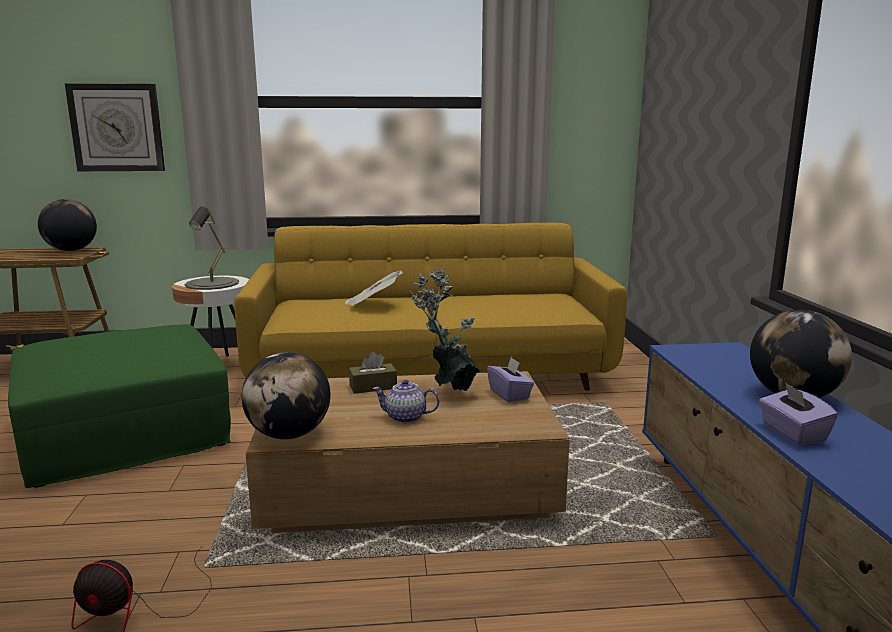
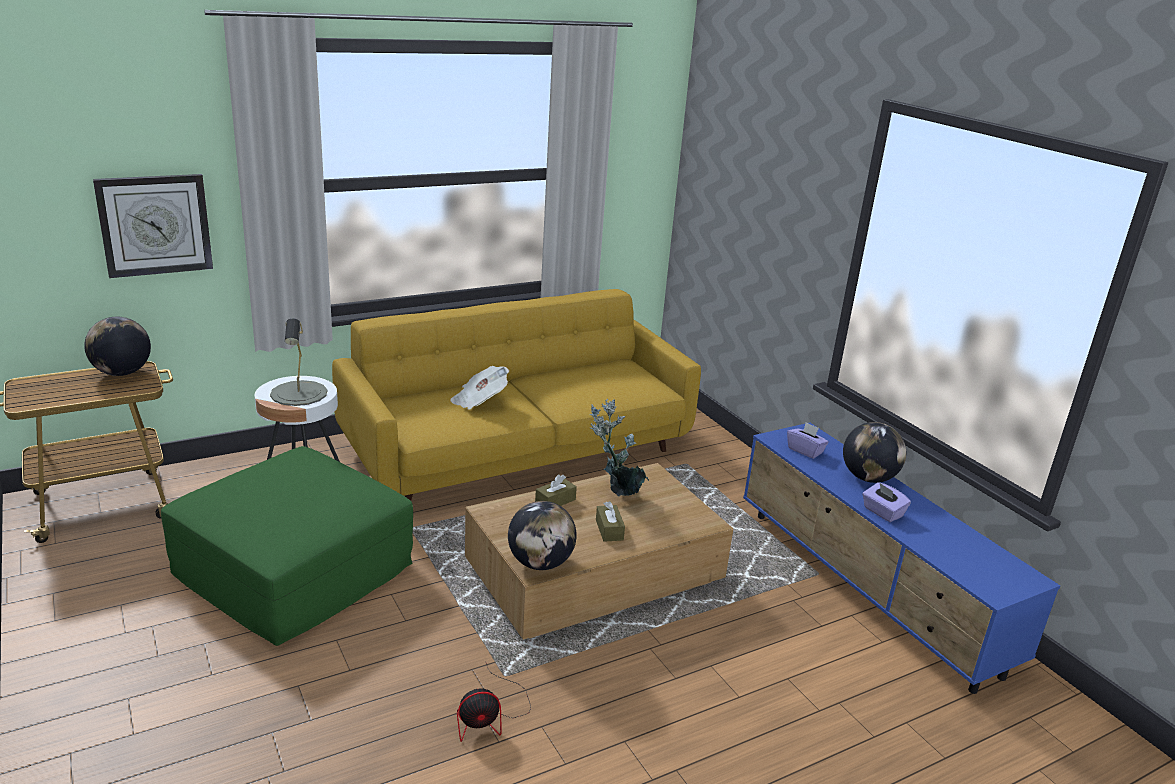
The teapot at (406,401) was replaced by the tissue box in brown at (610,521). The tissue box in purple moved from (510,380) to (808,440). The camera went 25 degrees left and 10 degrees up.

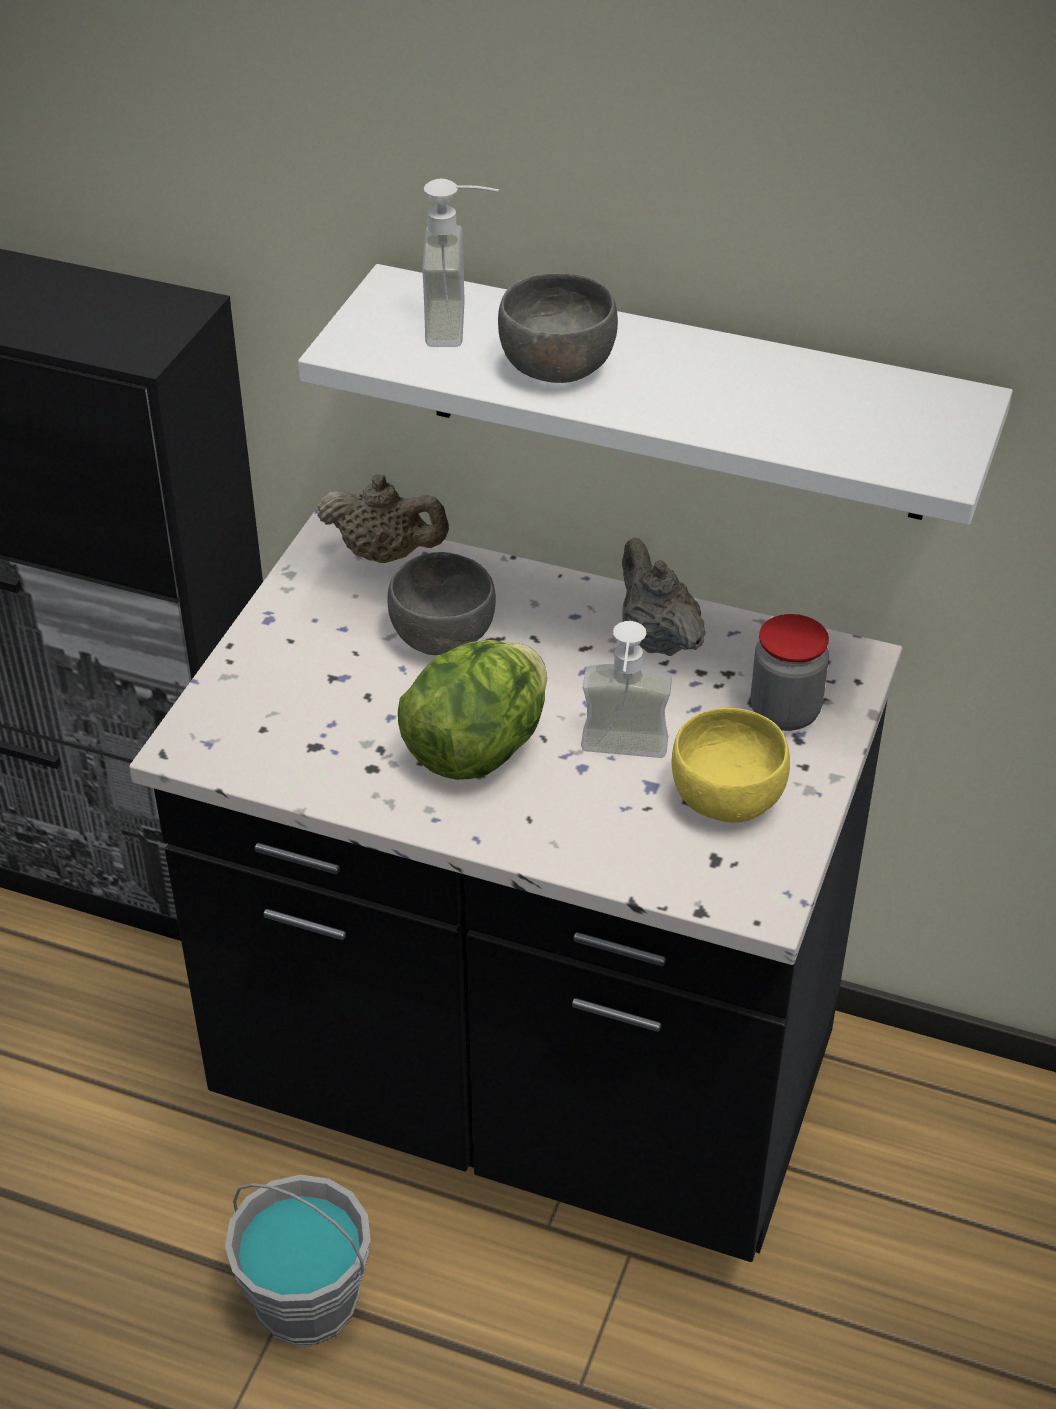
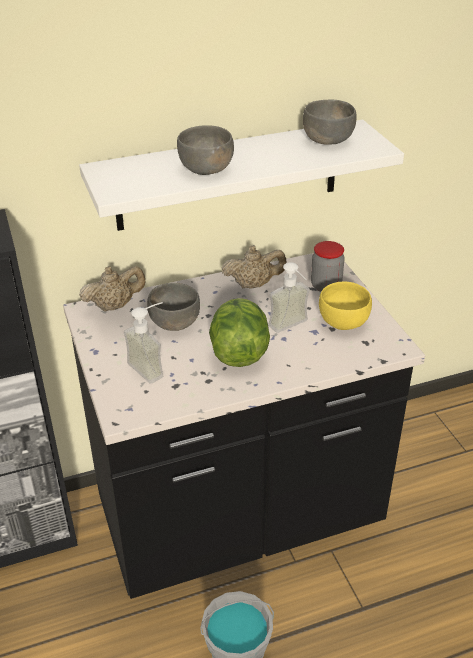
The soap dispenser moved from (460,262) to (143,343). The teapot in beige at (664,596) turned 150 degrees clockwise. The bowl in grey at (330,122) appeared. The camera went 40 degrees left and 5 degrees down.

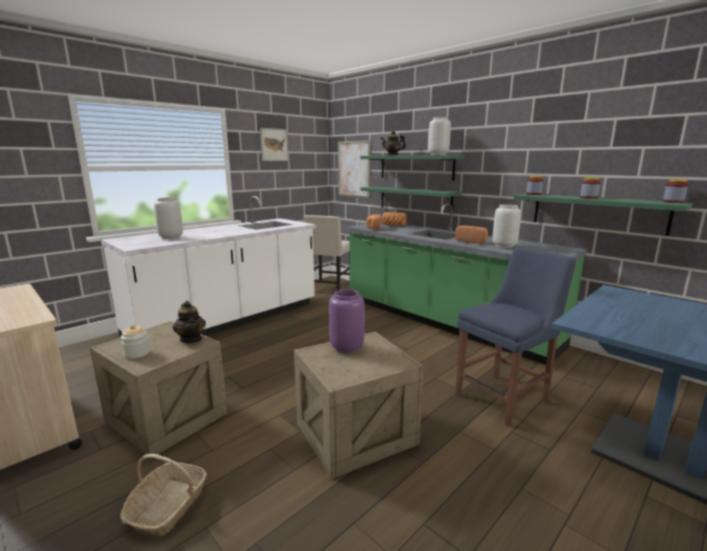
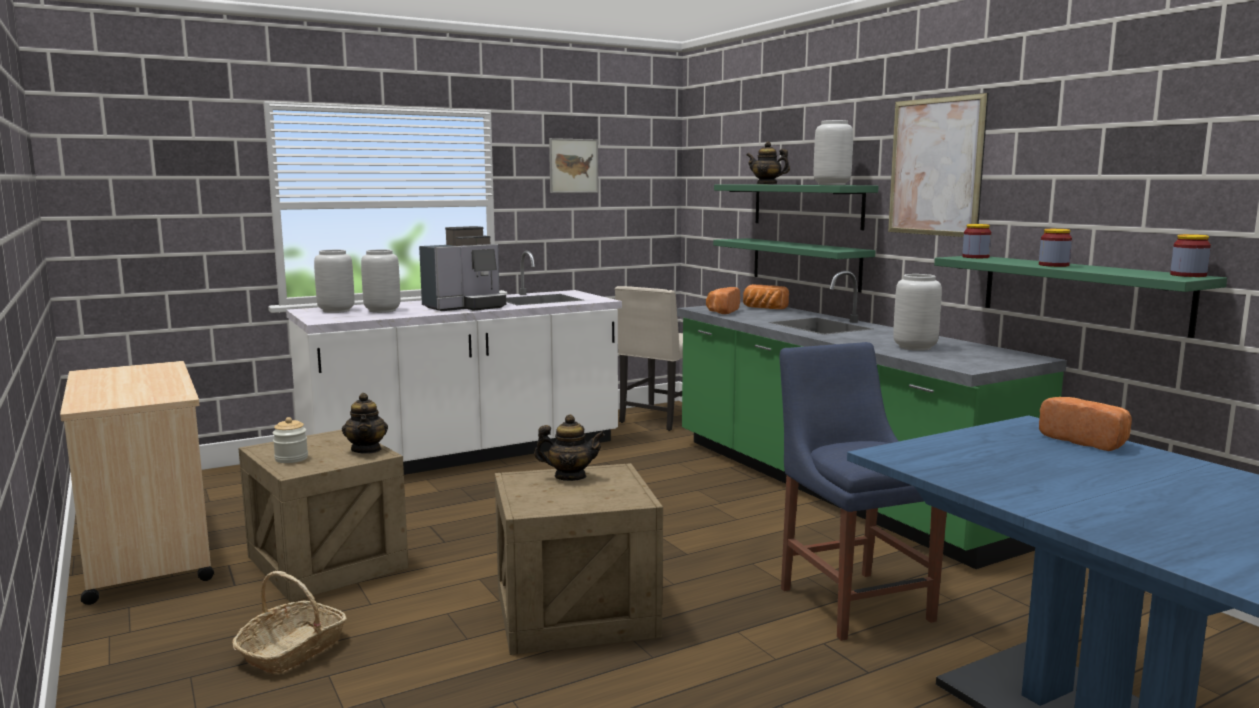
The vase in grey at (334,281) appeared. The coffee machine at (462,268) appeared. The vase in purple at (347,321) was replaced by the teapot at (569,447). The chair in blue at (516,336) turned 90 degrees counterclockwise. The picture moved from (355,169) to (938,165). The bread moved from (471,234) to (1085,424). The camera went 15 degrees right and 5 degrees down.

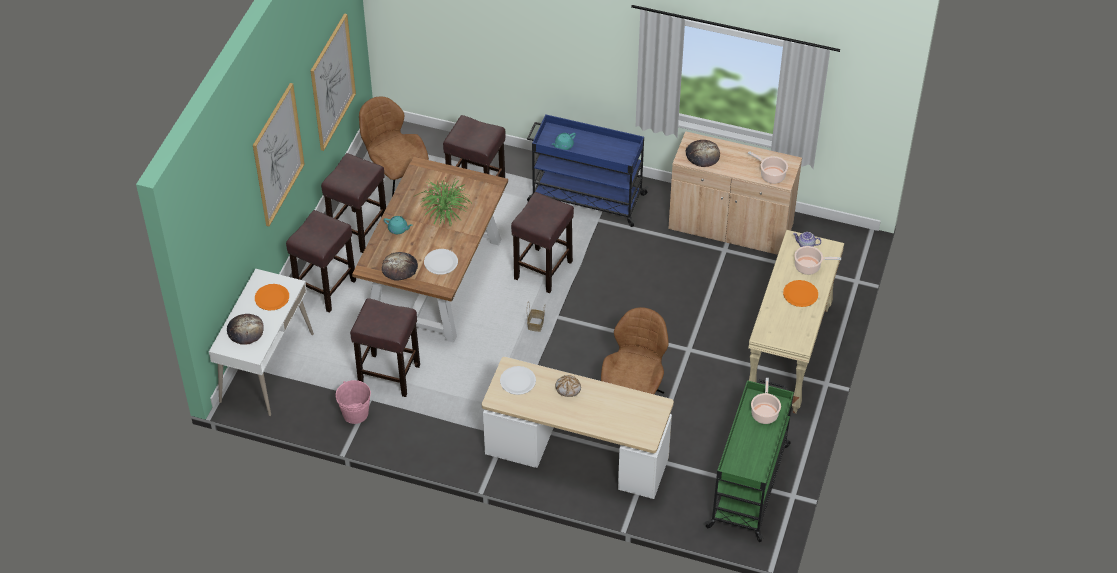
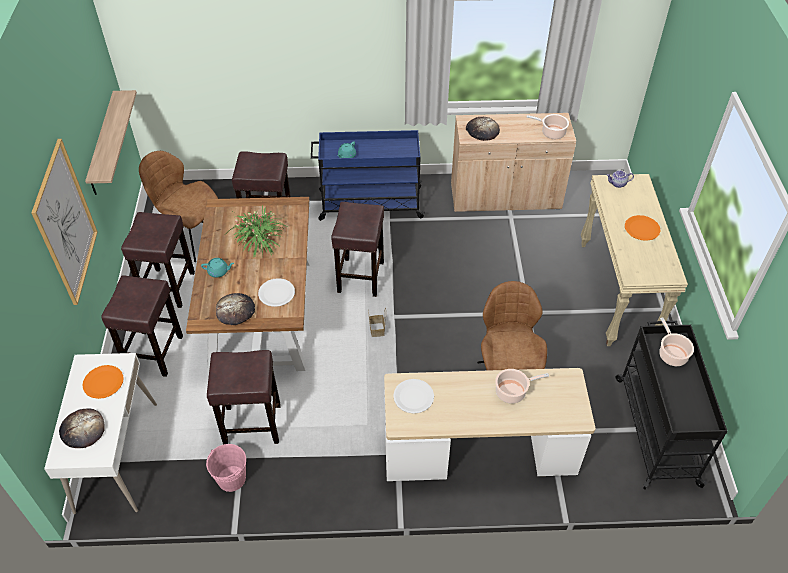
The picture at (333,82) was replaced by the shelf at (111,142). The cooking pot moved from (817,260) to (522,386). The cart in green at (749,460) became the cart in black at (671,405). The bread at (568,386) disappeared. The camera went 20 degrees left and 0 degrees up.

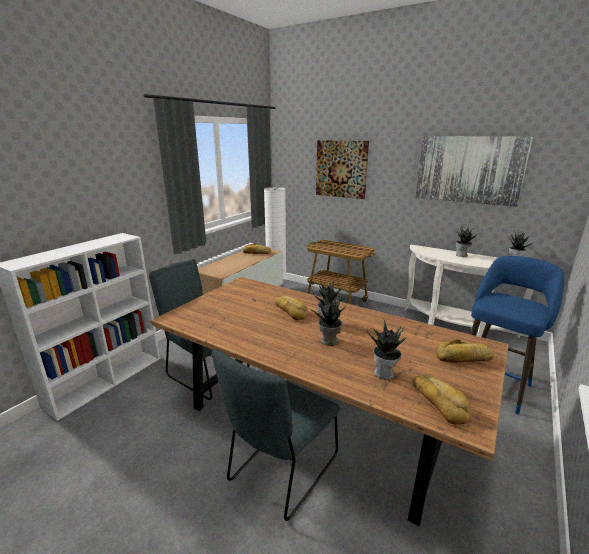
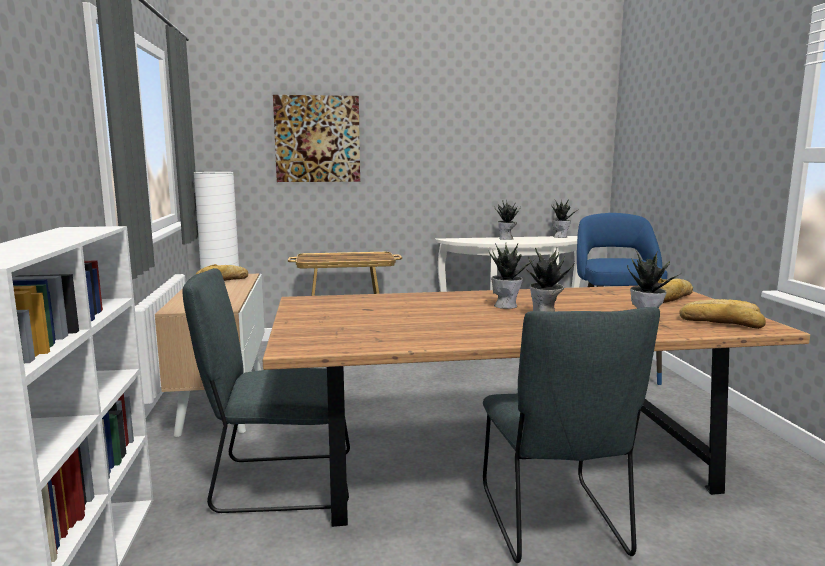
The bread at (291,308) disappeared. The picture at (474,171) disappeared. The camera went 40 degrees left and 10 degrees down.

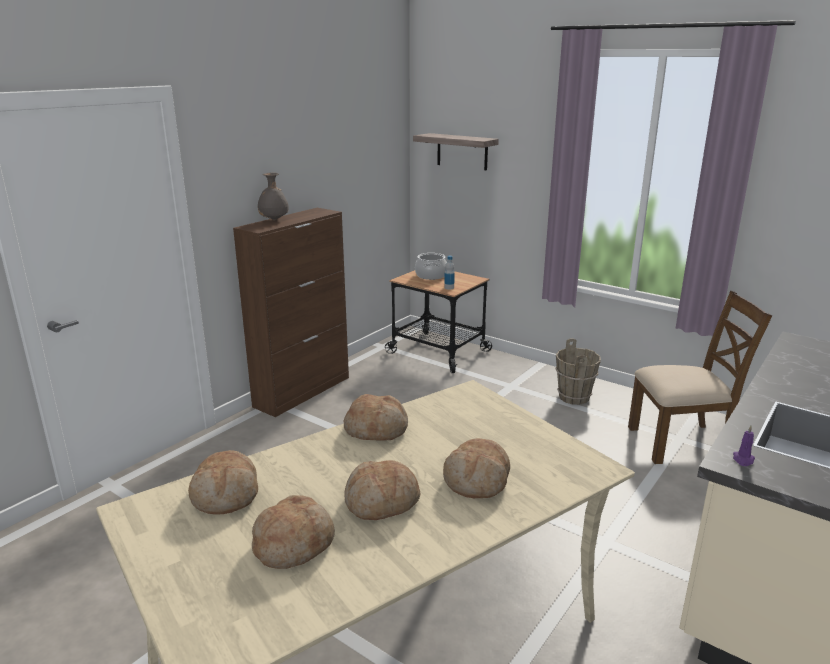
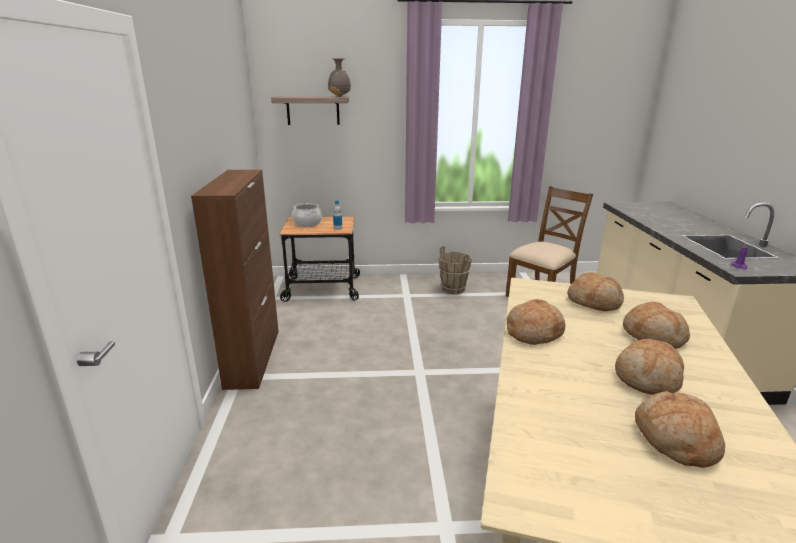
The vase in grey moved from (273,196) to (339,77). The bread moved from (223,482) to (595,291). The camera went 40 degrees left and 0 degrees up.

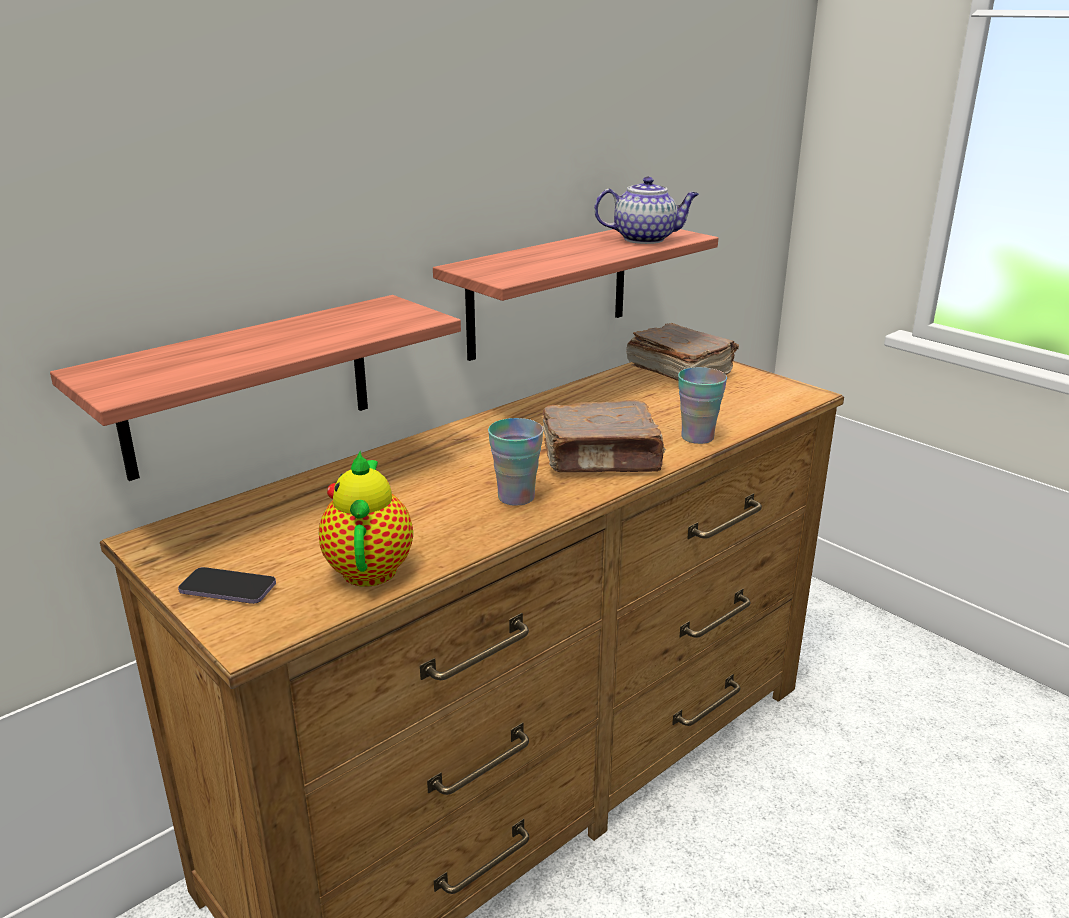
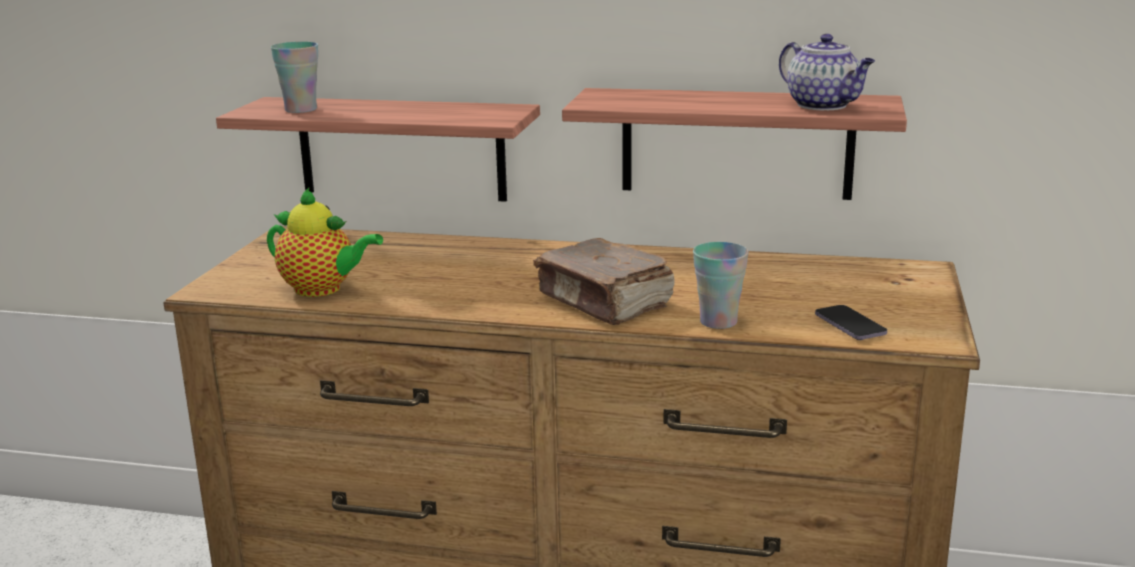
The teapot at (366,519) turned 60 degrees clockwise. The cup moved from (515,462) to (294,77). The phone moved from (227,585) to (851,322). The book in brown at (682,352) disappeared. The camera went 55 degrees right and 5 degrees down.

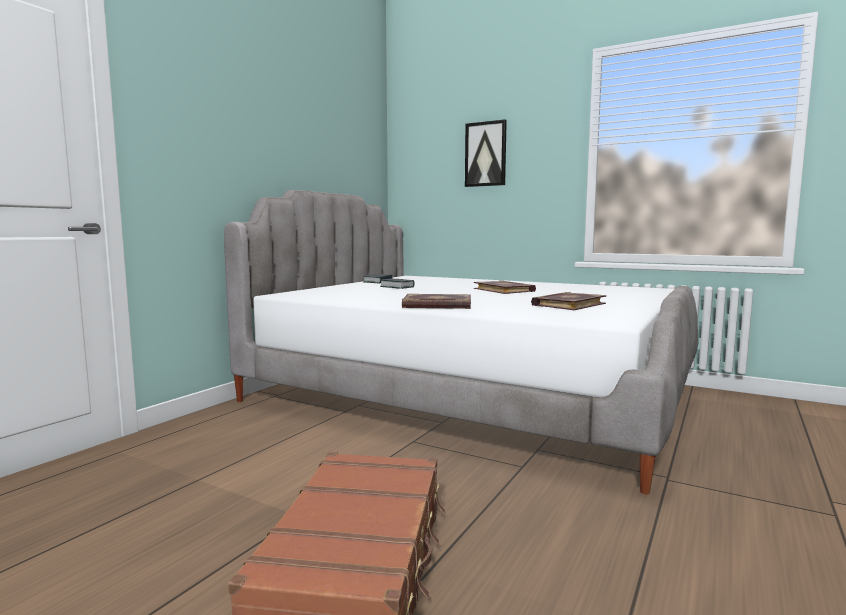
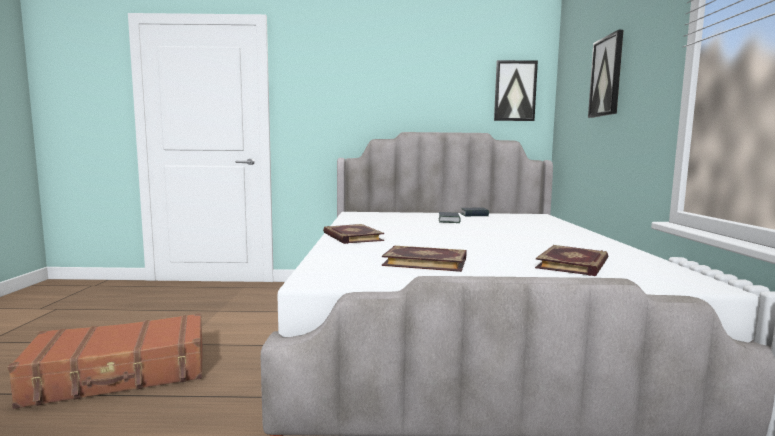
The picture at (516,90) appeared. The book moved from (505,287) to (571,260). The camera went 60 degrees right and 0 degrees up.

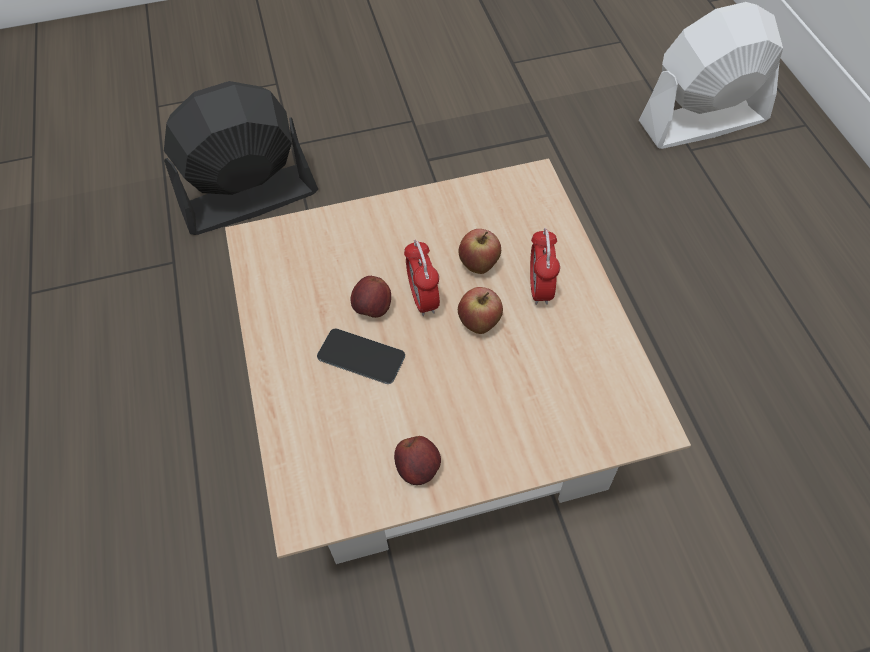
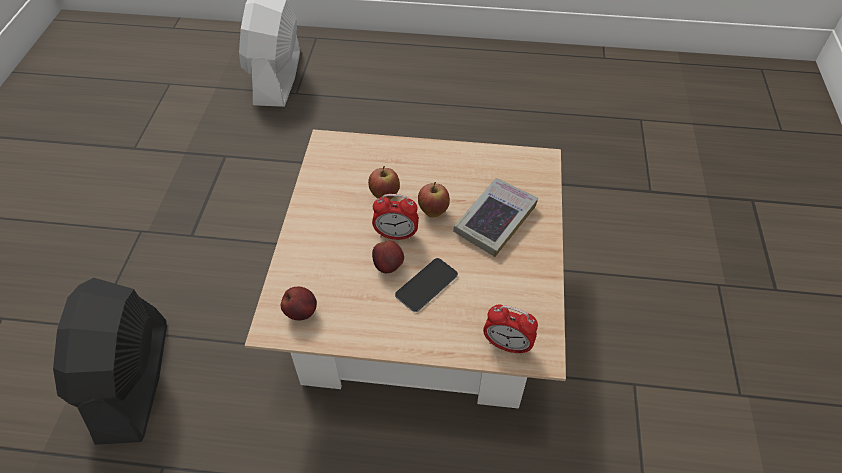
The apple moved from (417,460) to (299,303). The book at (495,217) appeared. The alarm clock moved from (545,266) to (510,329). The camera went 70 degrees left and 5 degrees down.

